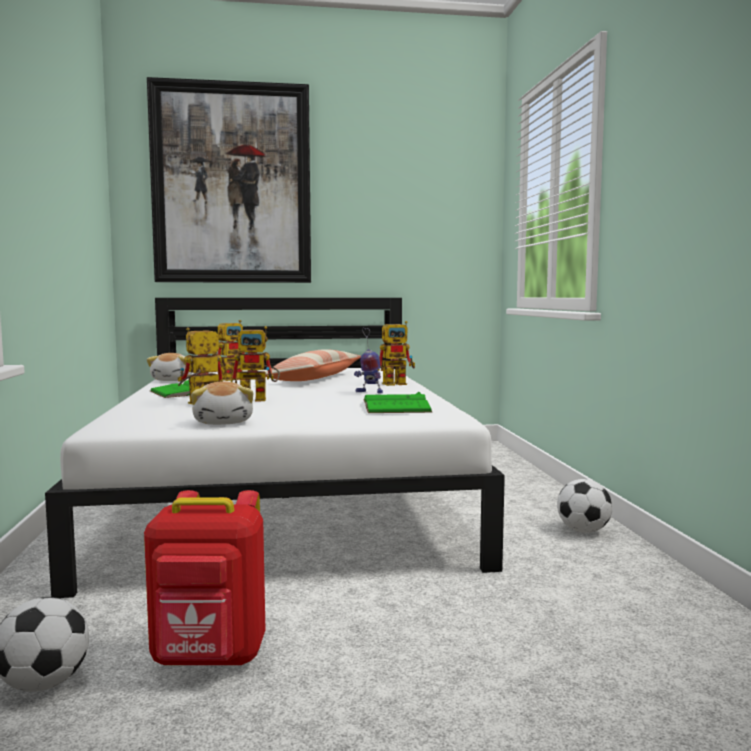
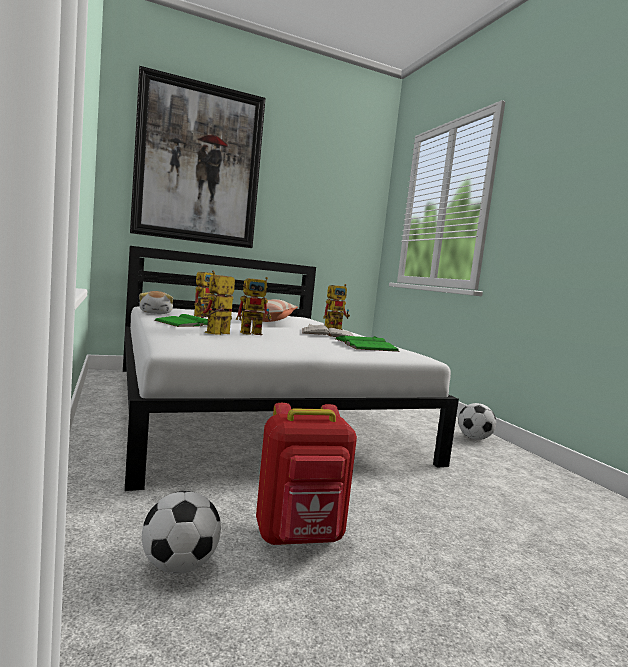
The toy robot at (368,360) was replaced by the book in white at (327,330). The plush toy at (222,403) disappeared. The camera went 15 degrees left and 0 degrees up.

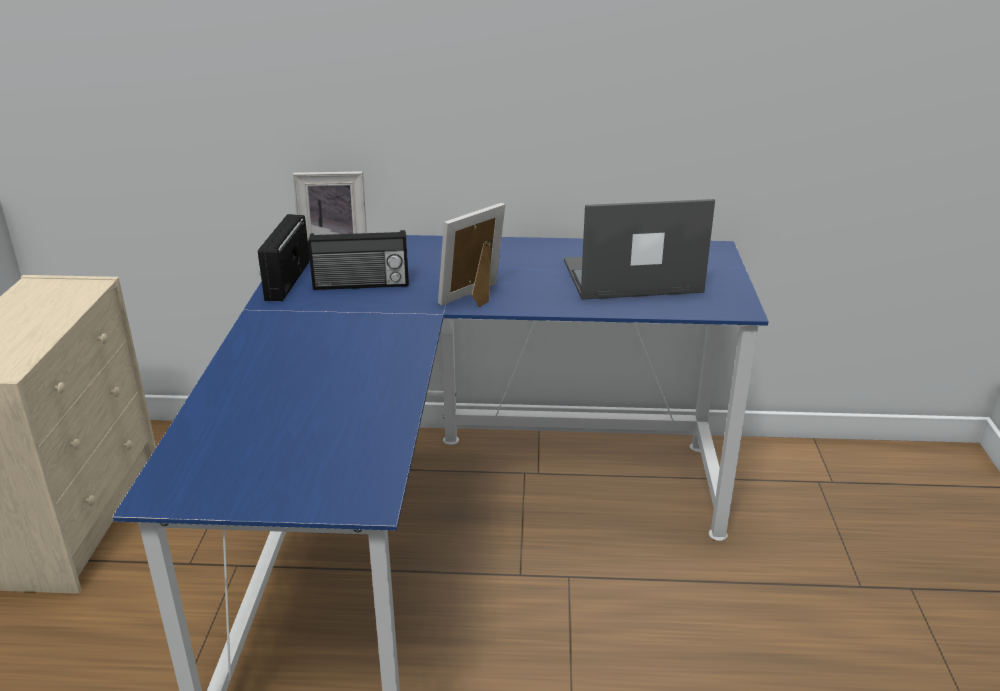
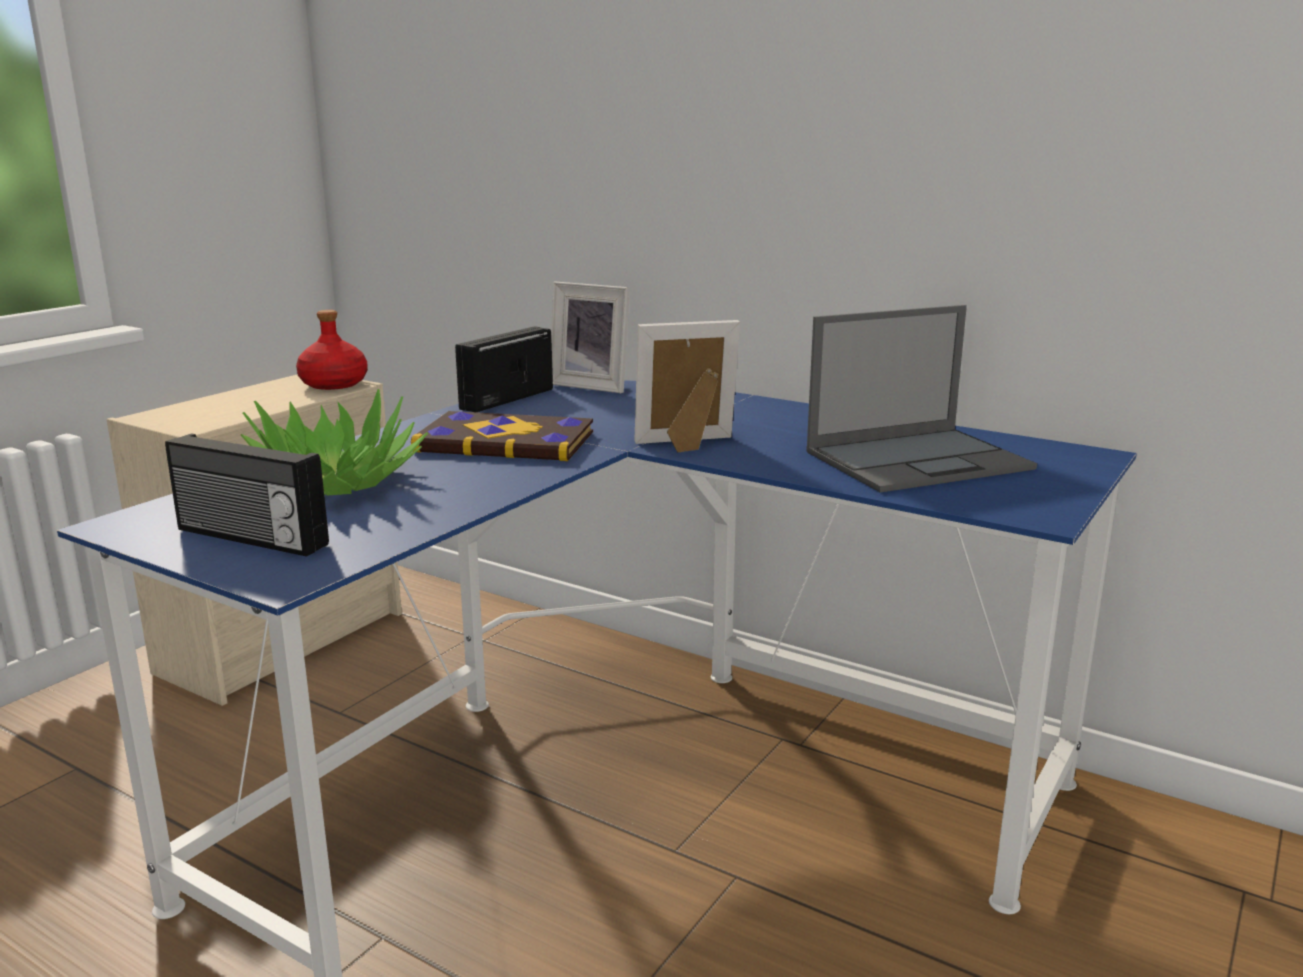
The radio moved from (358,260) to (247,495). The potted plant at (334,442) appeared. The bottle in red at (332,350) appeared. The book at (502,436) appeared. The laptop at (639,249) turned 135 degrees clockwise. The camera went 30 degrees right and 10 degrees down.

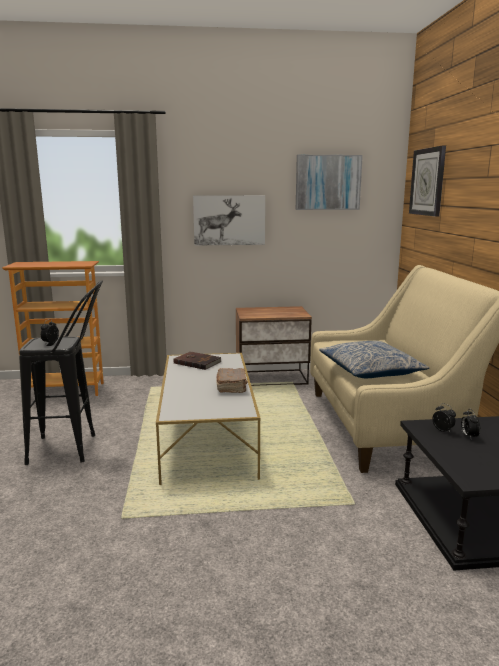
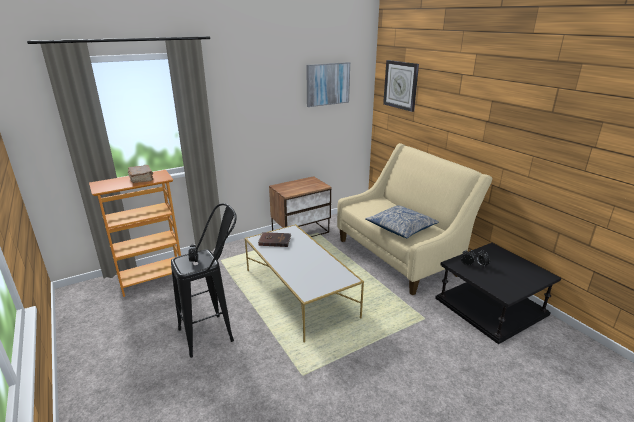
The book in brown moved from (231,380) to (140,174). The picture at (229,220) disappeared. The camera went 25 degrees left and 10 degrees up.

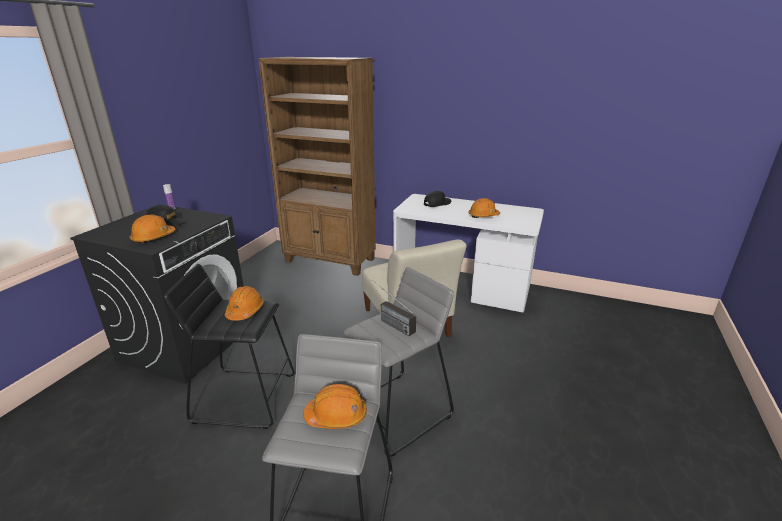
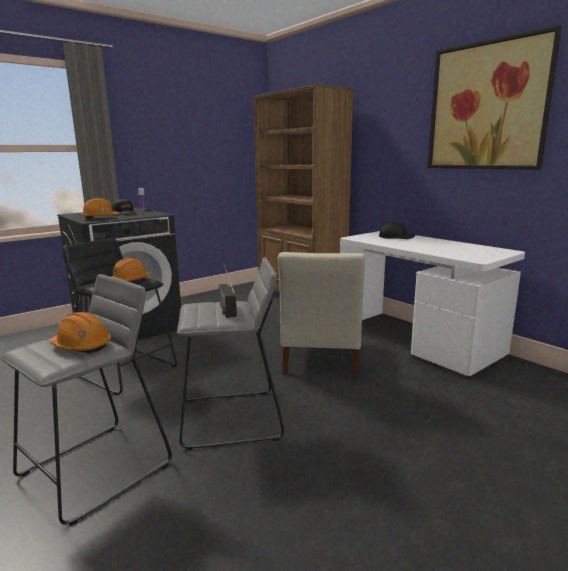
The picture at (494,97) appeared. The hard hat in orange at (484,208) disappeared. The camera went 30 degrees right and 10 degrees down.

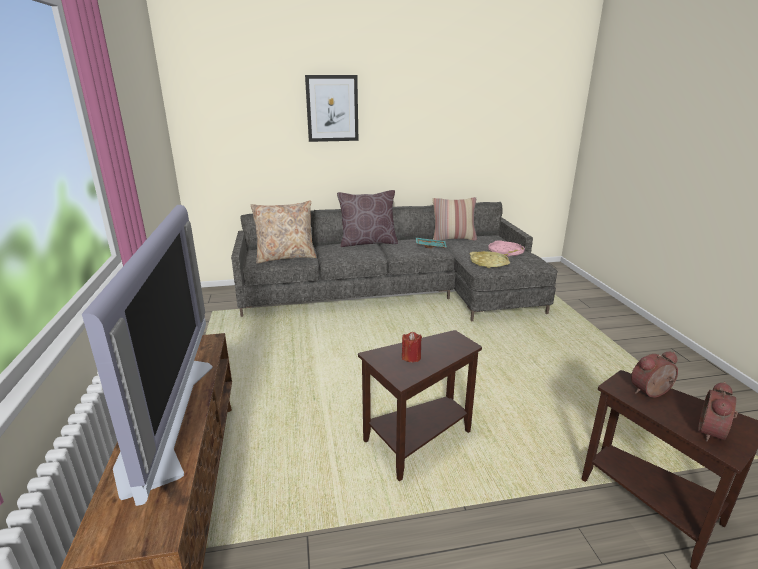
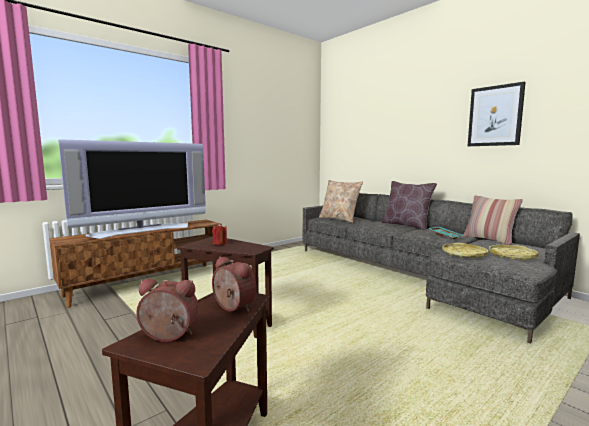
The picture moved from (331,108) to (497,114). The tray in pink at (506,248) became the tray in yellow at (513,253). The camera went 60 degrees right and 15 degrees down.

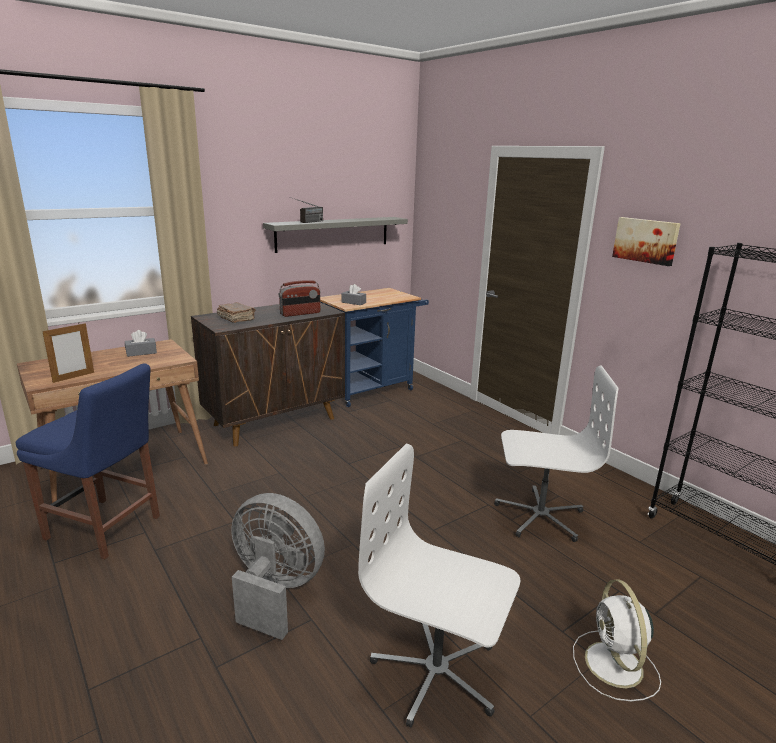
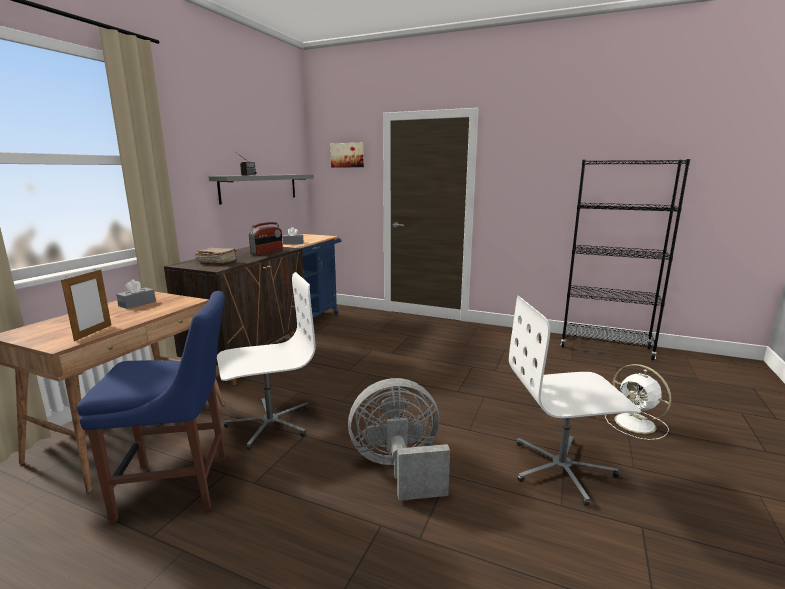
The office chair in white moved from (556,453) to (266,361). The picture moved from (646,241) to (347,155). The camera went 30 degrees left and 5 degrees down.

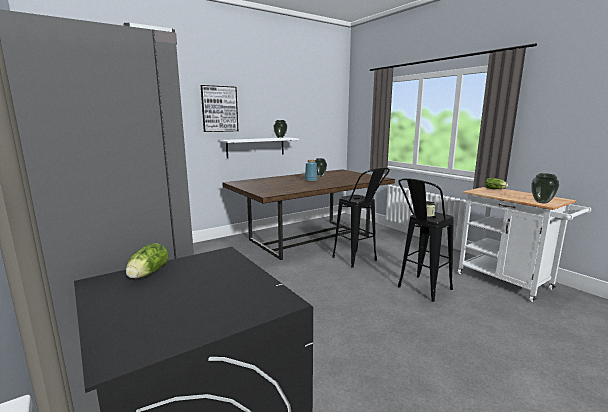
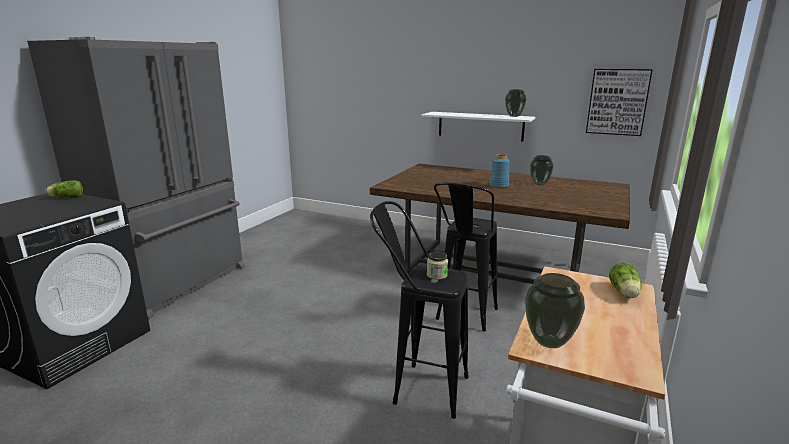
The picture moved from (219,108) to (619,102). The camera went 60 degrees right and 5 degrees up.

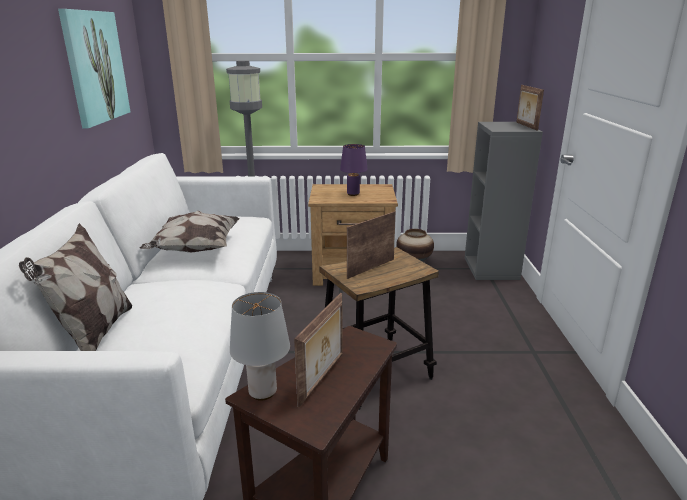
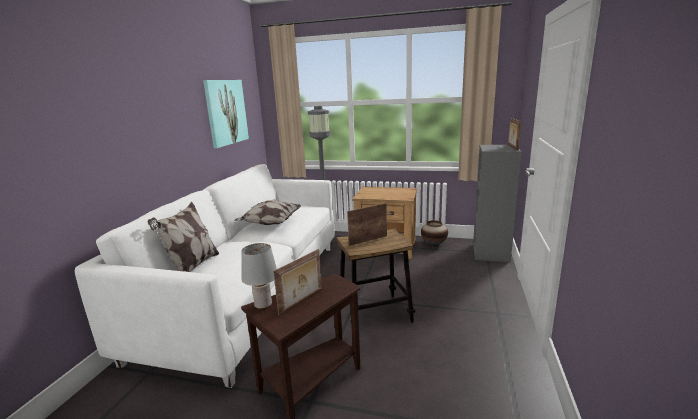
The table lamp in purple at (354,170) disappeared. The camera went 15 degrees right and 5 degrees down.

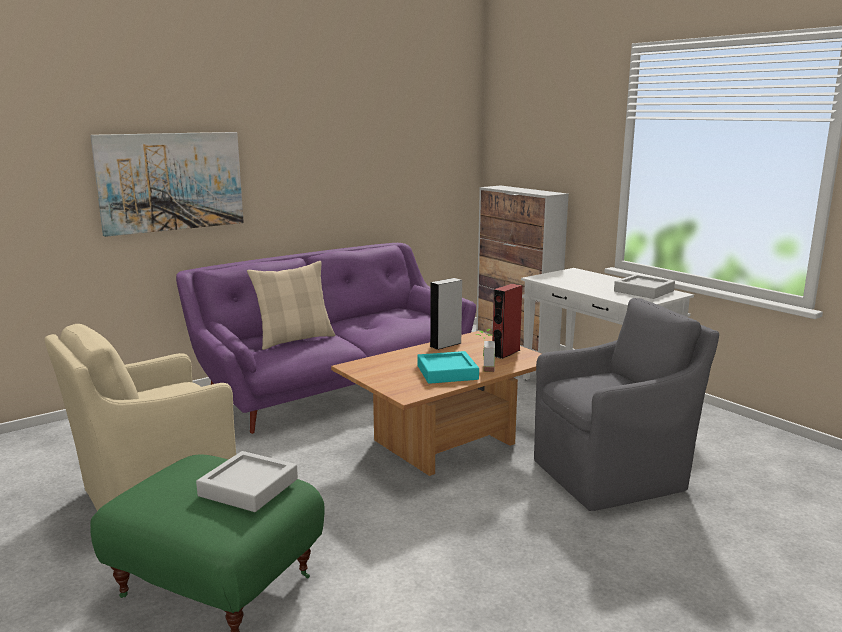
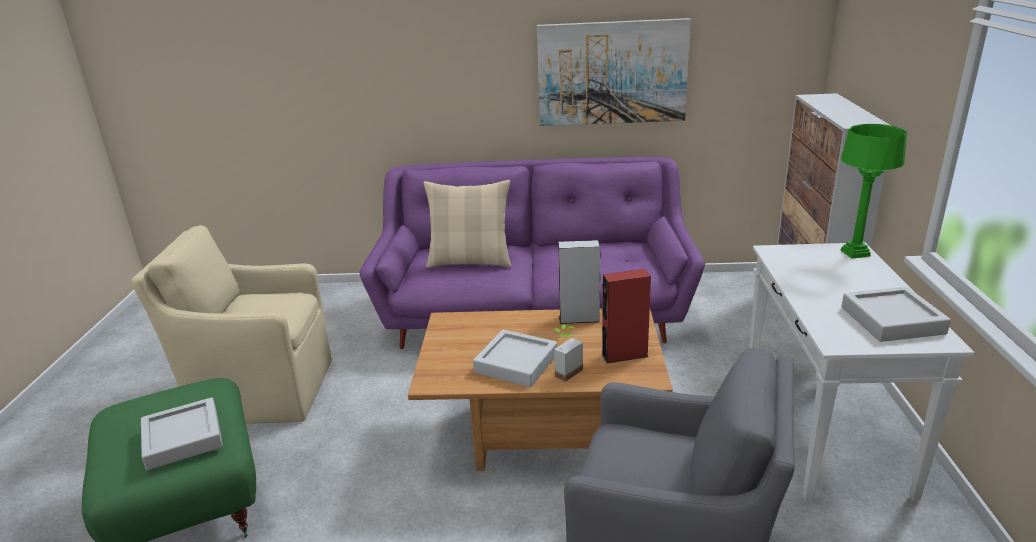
The tray in turquoise at (448,367) became the tray in grey at (515,358). The picture moved from (167,184) to (614,72). The table lamp in green at (873,191) appeared. The camera went 40 degrees right and 10 degrees up.

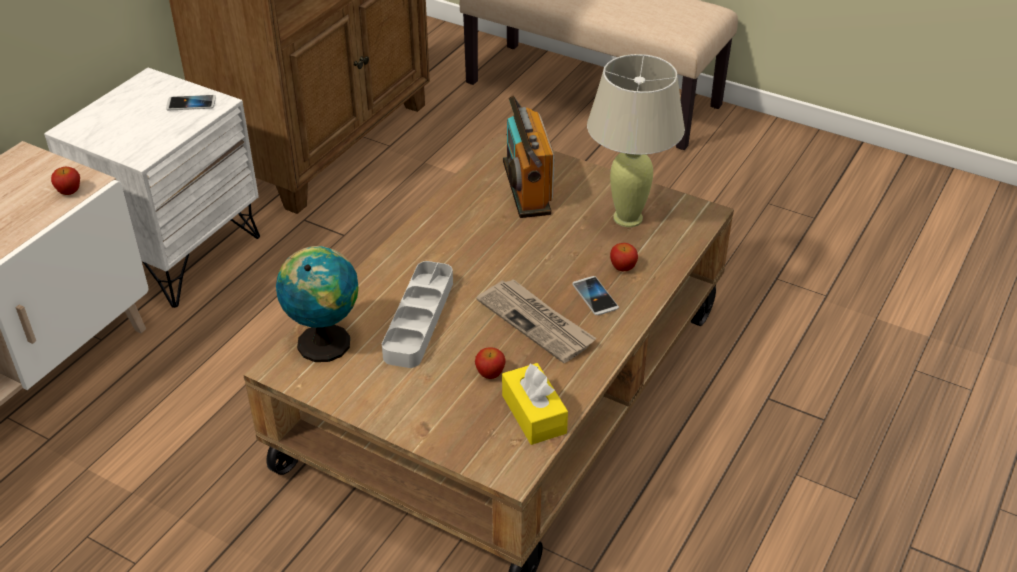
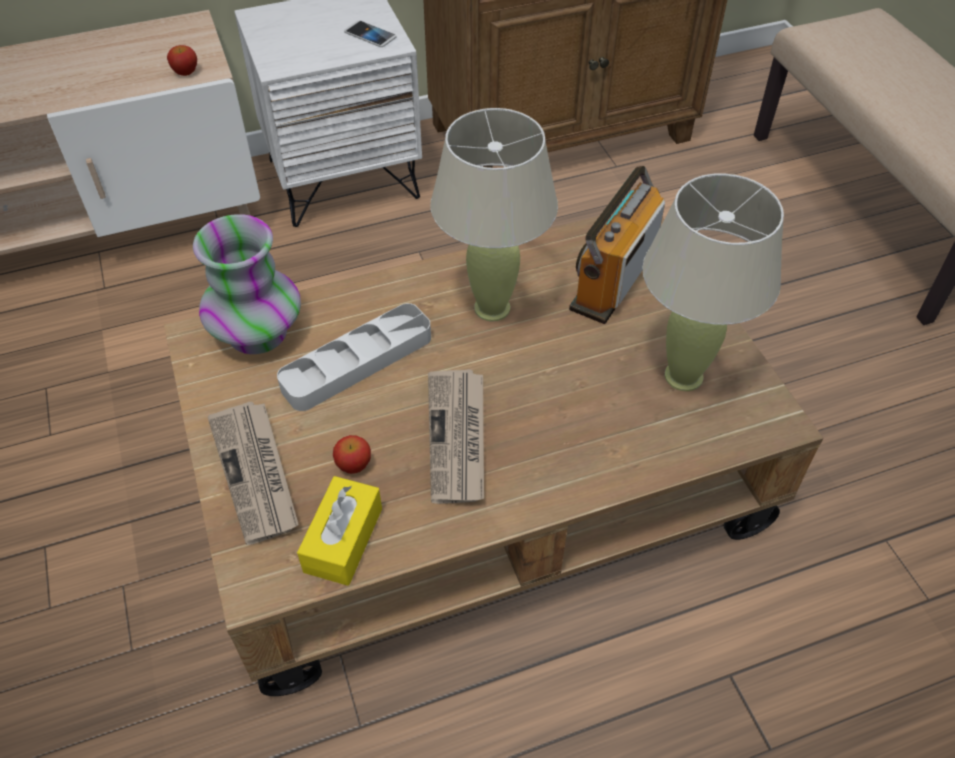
The globe at (317,304) was replaced by the vase at (247,284). The newspaper at (253,473) appeared. The table lamp in beige at (494,214) appeared. The phone at (596,295) disappeared. The apple at (624,257) disappeared. The camera went 40 degrees right and 10 degrees up.

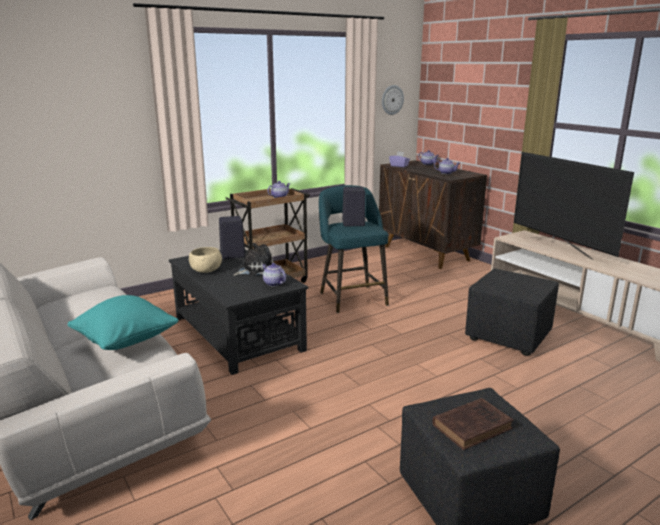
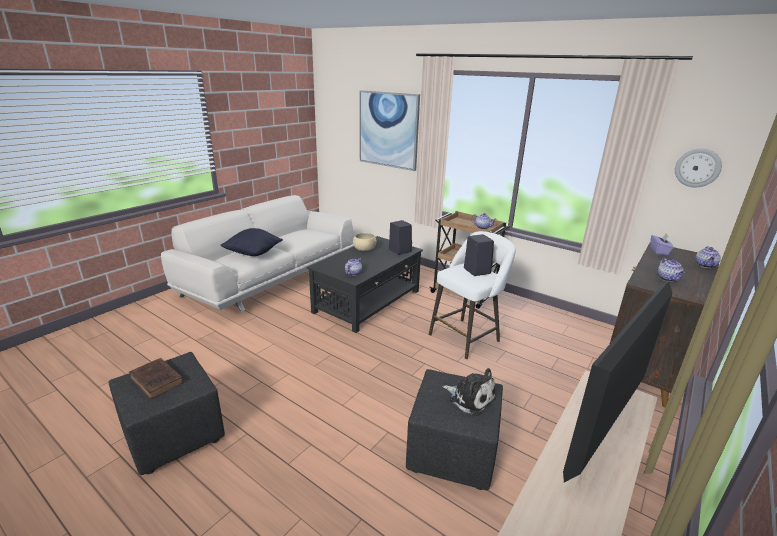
The pillow in turquoise at (123,322) became the pillow in black at (251,242). The picture at (390,130) appeared. The stool in turquoise at (354,249) became the stool in white at (472,295). The plush toy moved from (253,259) to (469,392). The camera went 70 degrees right and 5 degrees up.

